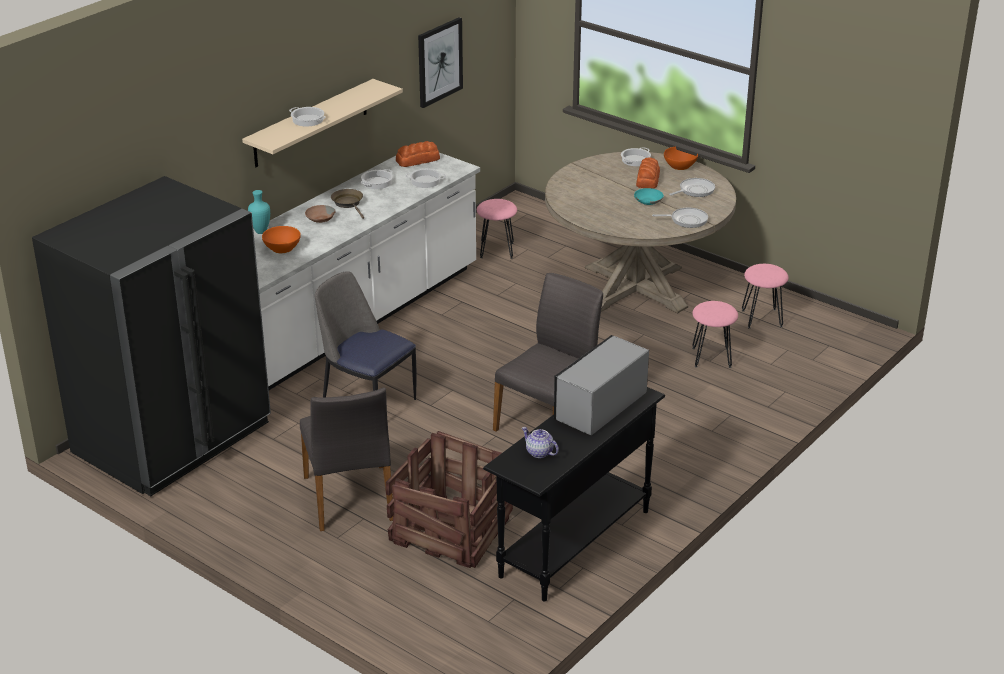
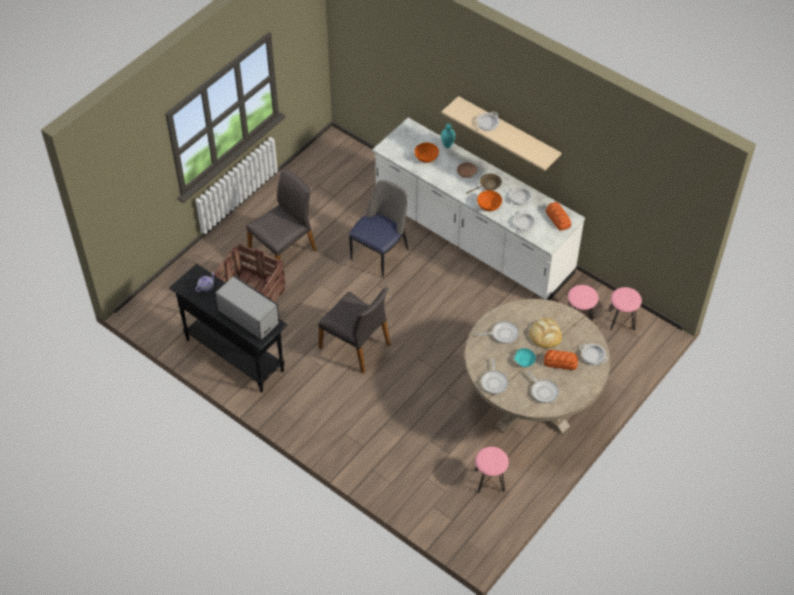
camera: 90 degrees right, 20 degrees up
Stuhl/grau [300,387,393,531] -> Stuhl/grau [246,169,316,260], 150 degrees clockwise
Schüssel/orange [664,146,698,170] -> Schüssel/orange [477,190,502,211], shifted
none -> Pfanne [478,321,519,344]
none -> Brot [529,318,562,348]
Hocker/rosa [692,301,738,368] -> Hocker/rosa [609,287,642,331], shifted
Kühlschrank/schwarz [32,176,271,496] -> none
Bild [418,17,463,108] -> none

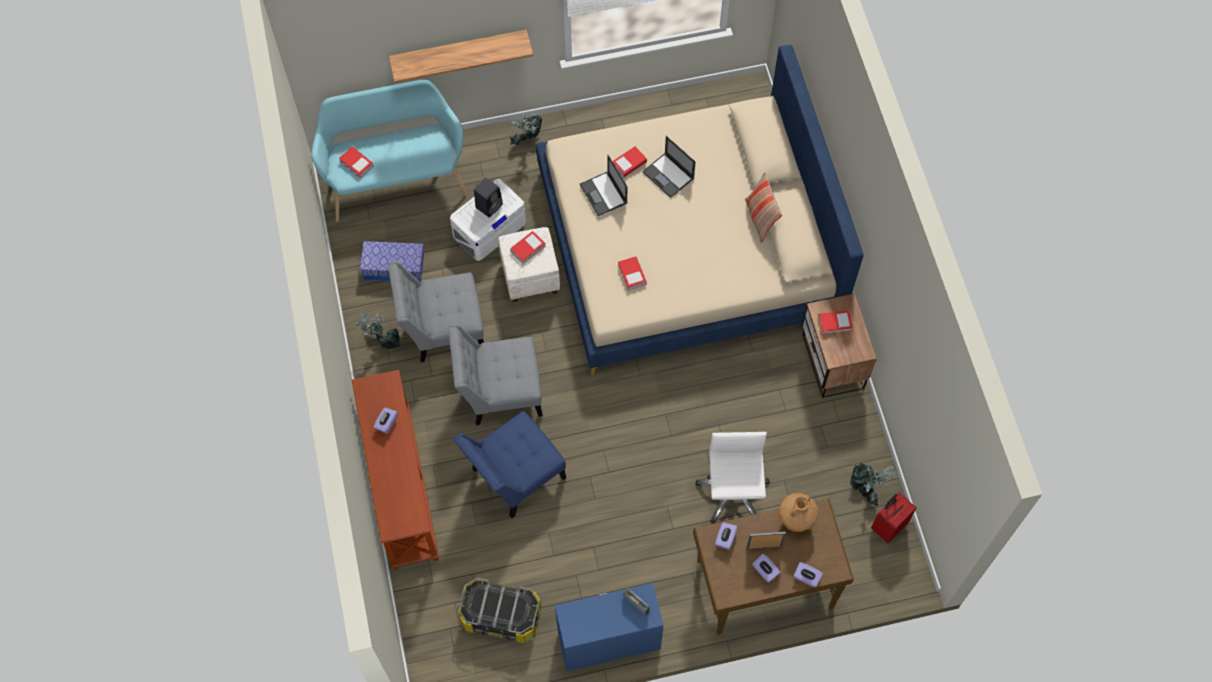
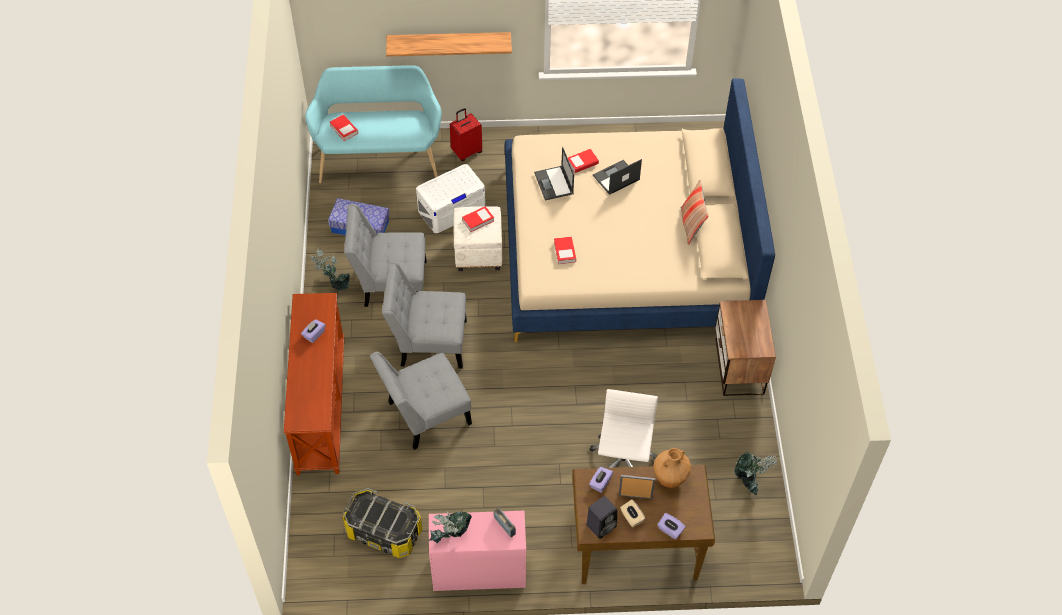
camera: 10 degrees right, 10 degrees down
Stuhl/blau [453,411,566,518] -> Stuhl/grau [370,352,472,450]
Topfpflanze [510,114,542,146] -> Topfpflanze [429,511,472,543], shifted
Kommode/blau [555,583,664,671] -> Kommode/rosa [429,511,526,591]
Koffer/rot [871,492,916,543] -> Koffer/rot [450,108,482,161], shifted
Lautsprecher/schwarz [474,178,503,217] -> Lautsprecher/schwarz [586,496,617,539], shifted
Laptop [642,136,696,198] -> Laptop [593,159,642,195], 90 degrees clockwise
Taschentuchbox/lila [752,554,780,582] -> Taschentuchbox/beige [620,499,645,527]
Buch [818,310,853,334] -> none

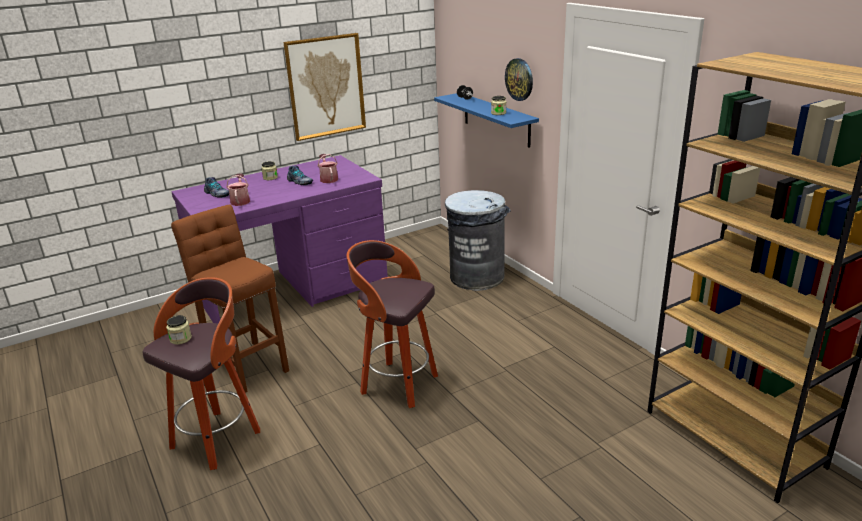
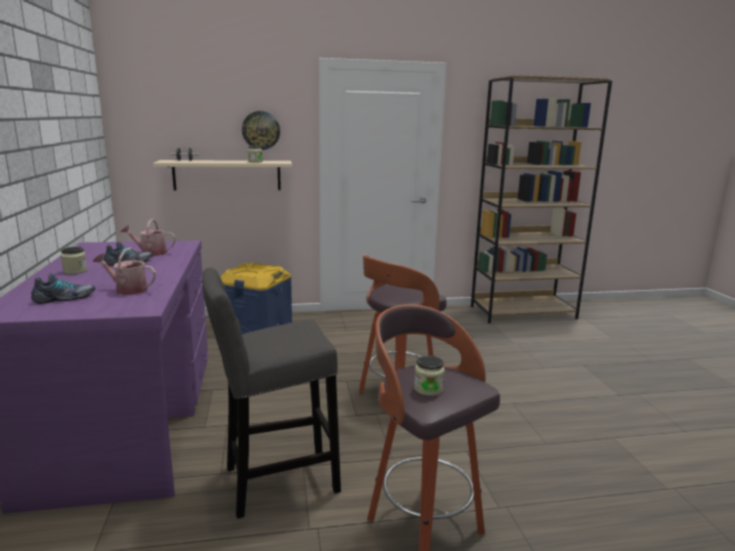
camera: 70 degrees left, 10 degrees down
Wandregal/blau [434,93,539,148] -> Wandregal/beige [153,160,292,191]
Hocker/braun [171,204,289,393] -> Hocker/grau [202,267,341,519]
Mülleimer/grau [445,190,511,291] -> Aufbewahrungsbox/blau [221,263,292,334]
Bild [284,33,366,141] -> none

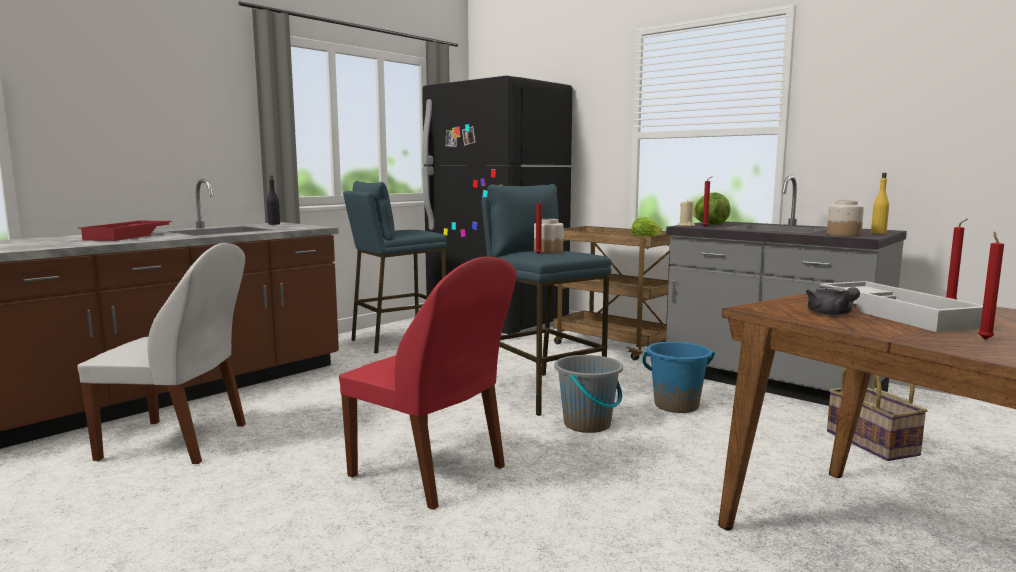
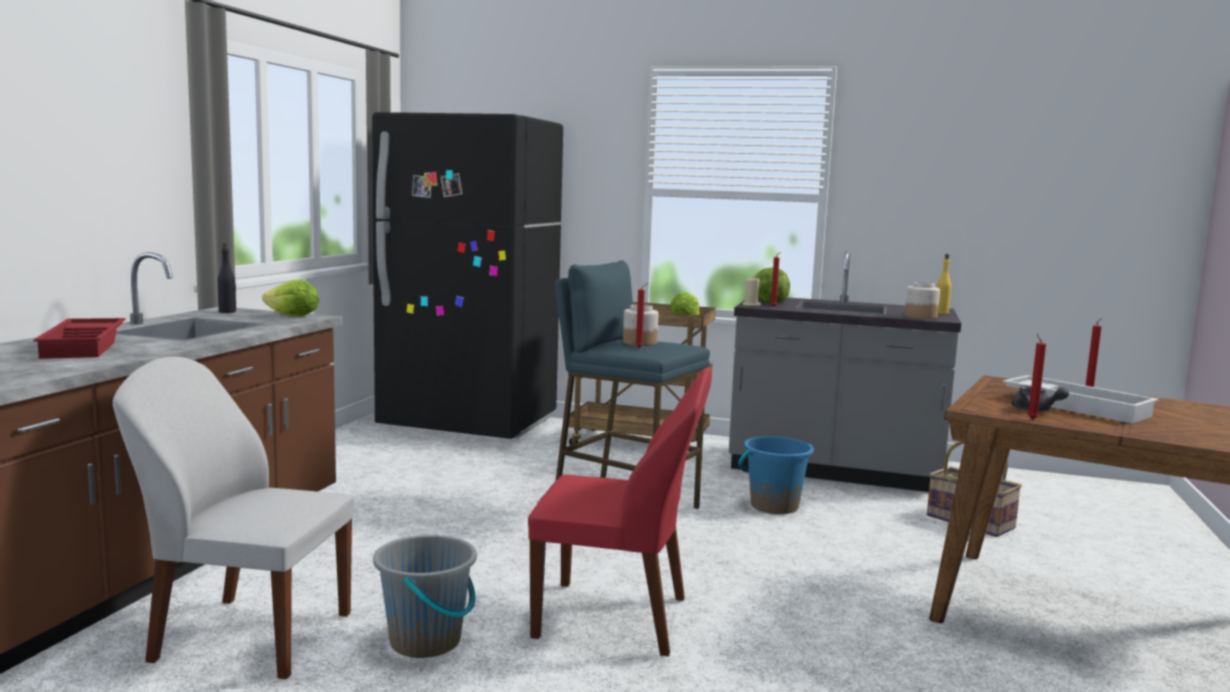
camera: 25 degrees left, 0 degrees up
Stuhl/weiß [77,243,246,464] -> Stuhl/weiß [113,357,354,679], 150 degrees counterclockwise
none -> Salatkopf [262,280,319,316]
Eimer/grau [554,355,623,433] -> Eimer/grau [373,534,477,658], shifted
Kerze/rot [978,231,1004,340] -> Kerze/rot [1027,333,1046,420], shifted
Hocker/blau [343,181,447,353] -> none

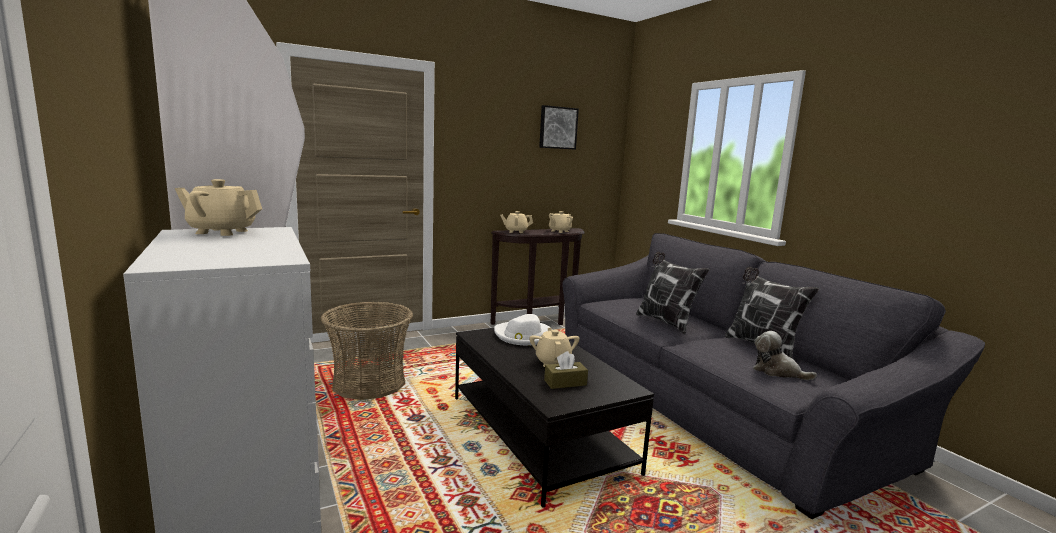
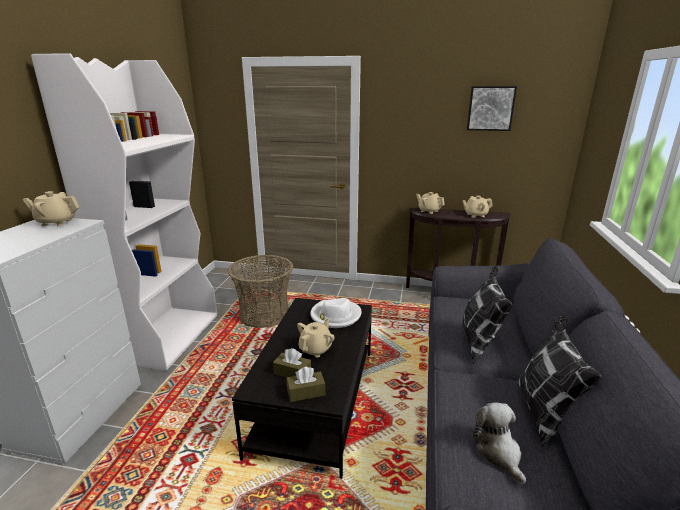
camera: 40 degrees right, 10 degrees up
Teekanne/beige [175,179,262,236] -> Teekanne/beige [22,191,80,226], 45 degrees counterclockwise
none -> Taschentuchbox/braun [286,367,325,402]

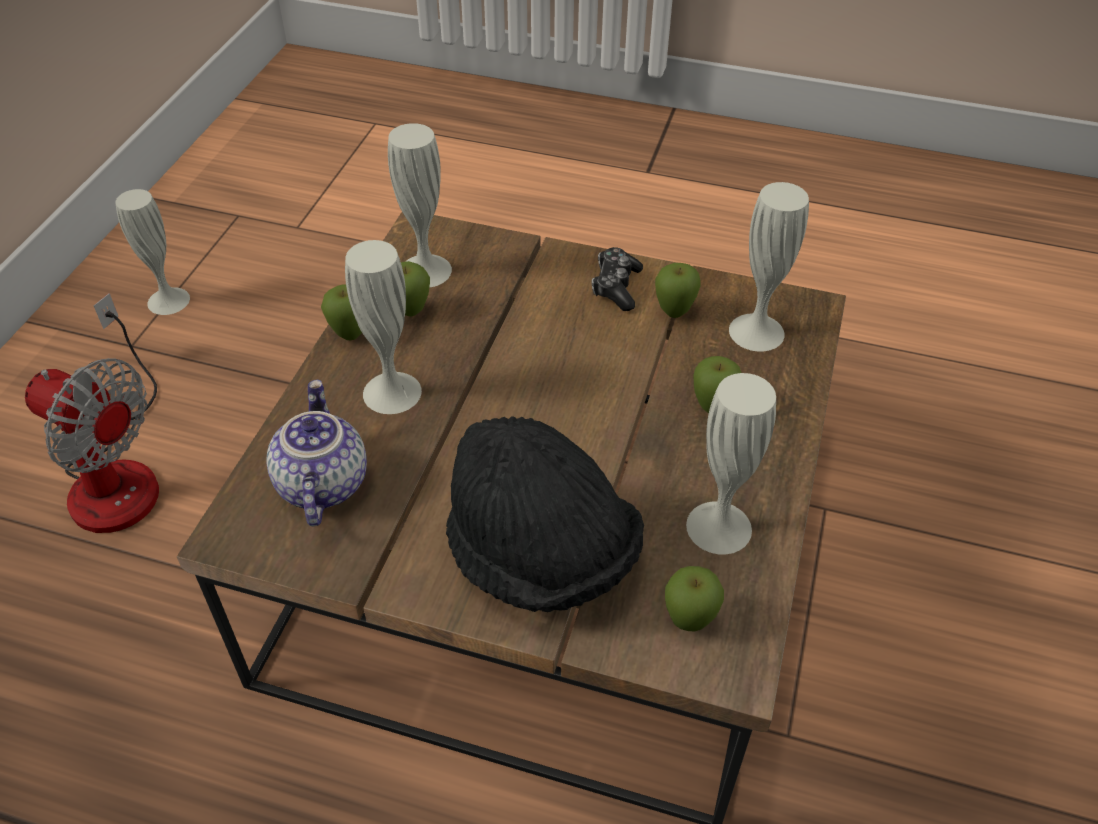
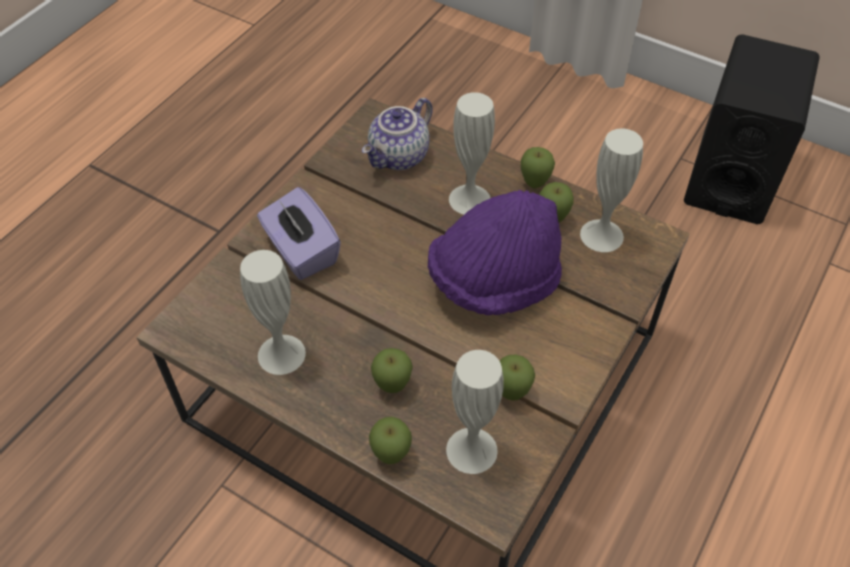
camera: 105 degrees right, 5 degrees up
Hut/schwarz [446,416,644,612] -> Taschentuchbox/lila [257,187,341,280]
Teekanne [266,380,367,526] -> Teekanne [362,98,433,170], 120 degrees clockwise
Apfel [665,566,724,631] -> Apfel [369,417,412,464], shifted
none -> Hut/lila [428,190,562,315]
Vase/weiß [115,189,190,315] -> Lautsprecher/schwarz [684,34,820,224]
Ventilator [25,293,159,533] -> none
Gamepad [592,247,643,311] -> none

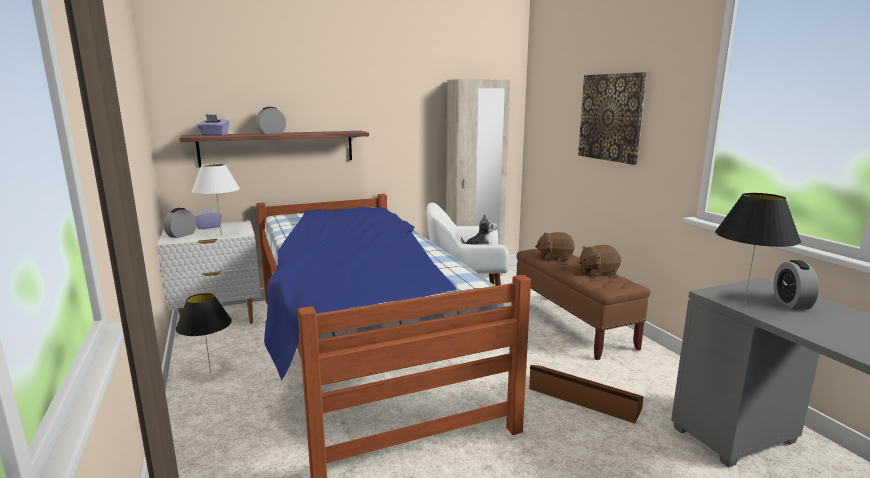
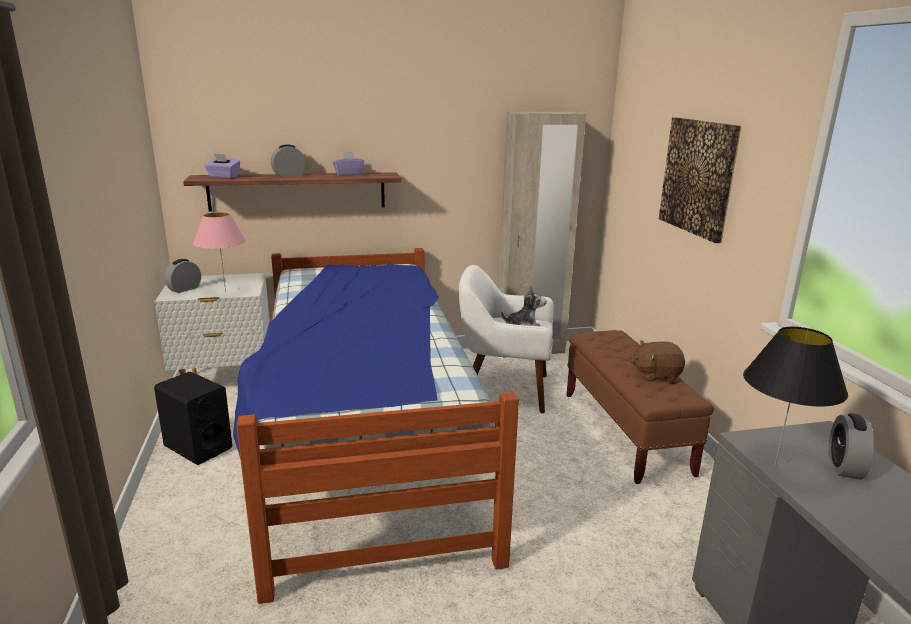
camera: 10 degrees right, 5 degrees up
Tischlampe/schwarz [176,293,232,373] -> Lautsprecher/schwarz [154,371,232,465]
Tischlampe/weiß [192,164,240,235] -> Tischlampe/rosa [193,212,246,292]
Taschentuchbox/lila [195,207,222,229] -> Taschentuchbox/lila [333,152,364,176], shifted
Aufbewahrungsbox/braun [529,365,644,423] -> none
Plüschtier/braun [535,232,575,261] -> none

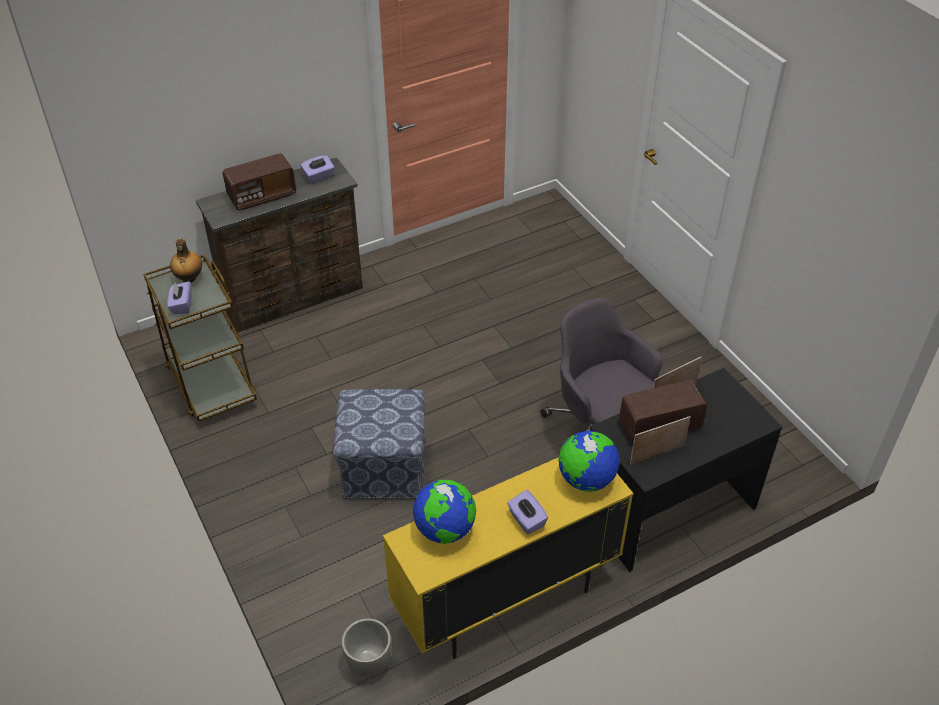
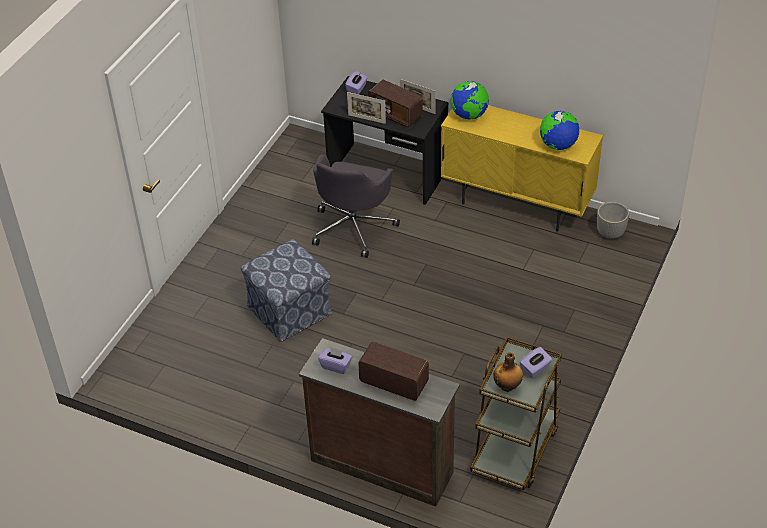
camera: 125 degrees left, 0 degrees up
Polsterhocker [333,389,425,499] -> Polsterhocker [241,239,332,342], shifted
Taschentuchbox/lila [507,490,548,534] -> Taschentuchbox/lila [345,71,368,95], shifted

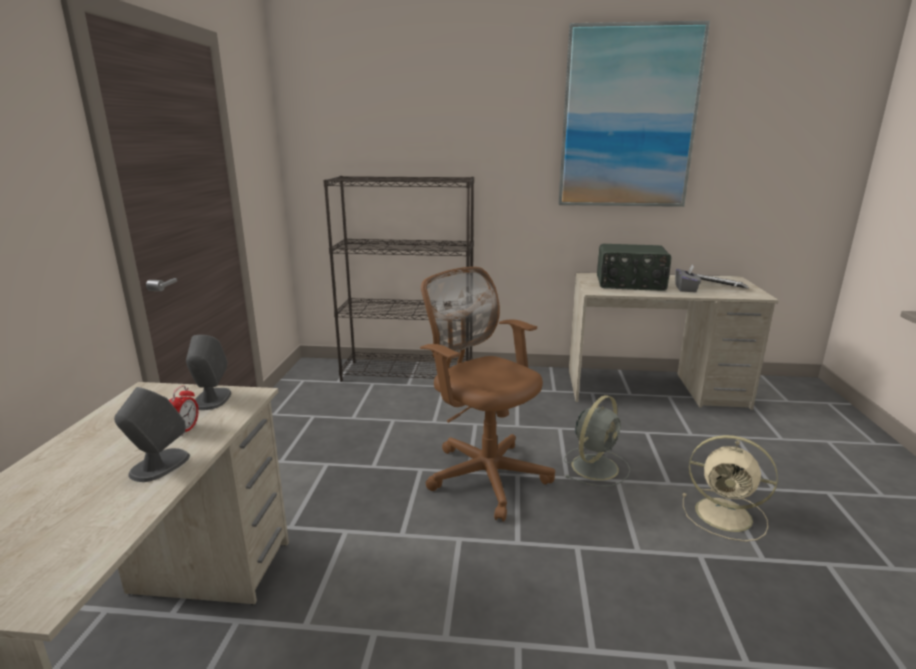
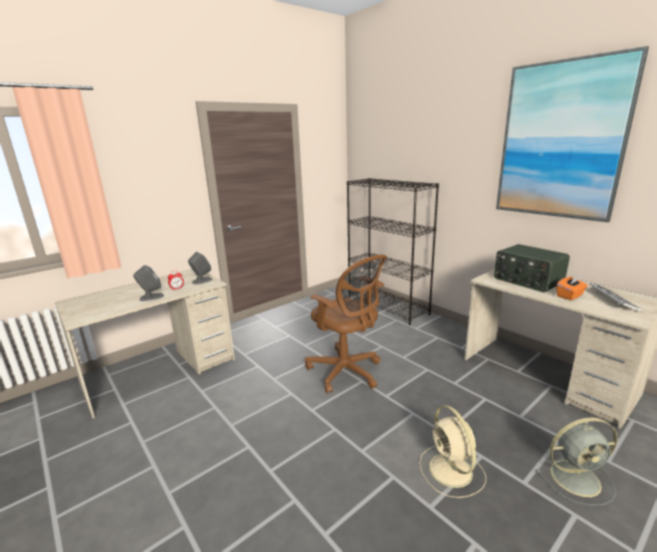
camera: 45 degrees right, 0 degrees up
Bürostuhl/braun [420,267,555,522] -> Bürostuhl/braun [305,254,387,393], 135 degrees clockwise
Ventilator/grau [564,395,630,487] -> Ventilator/grau [536,417,617,506], shifted
Taschentuchbox/grau [675,265,701,292] -> Taschentuchbox/orange [557,275,588,300]

